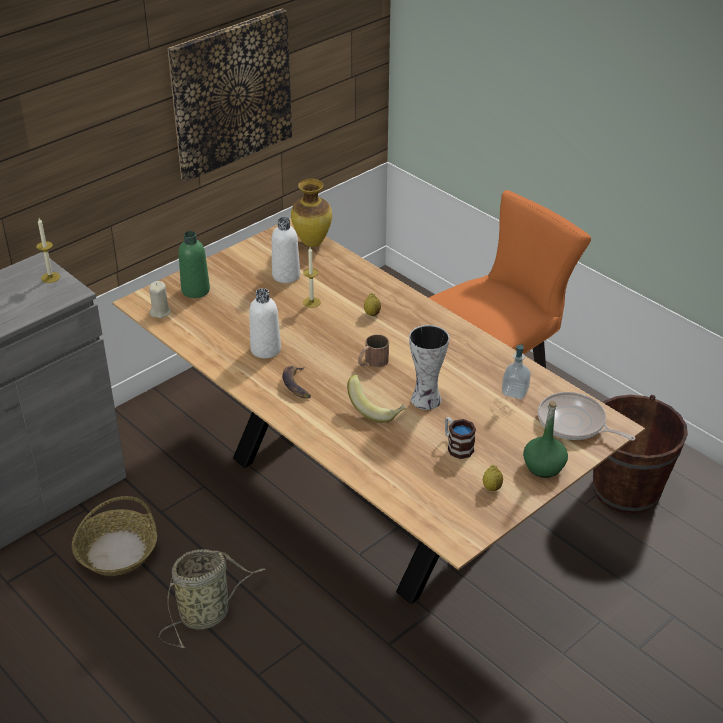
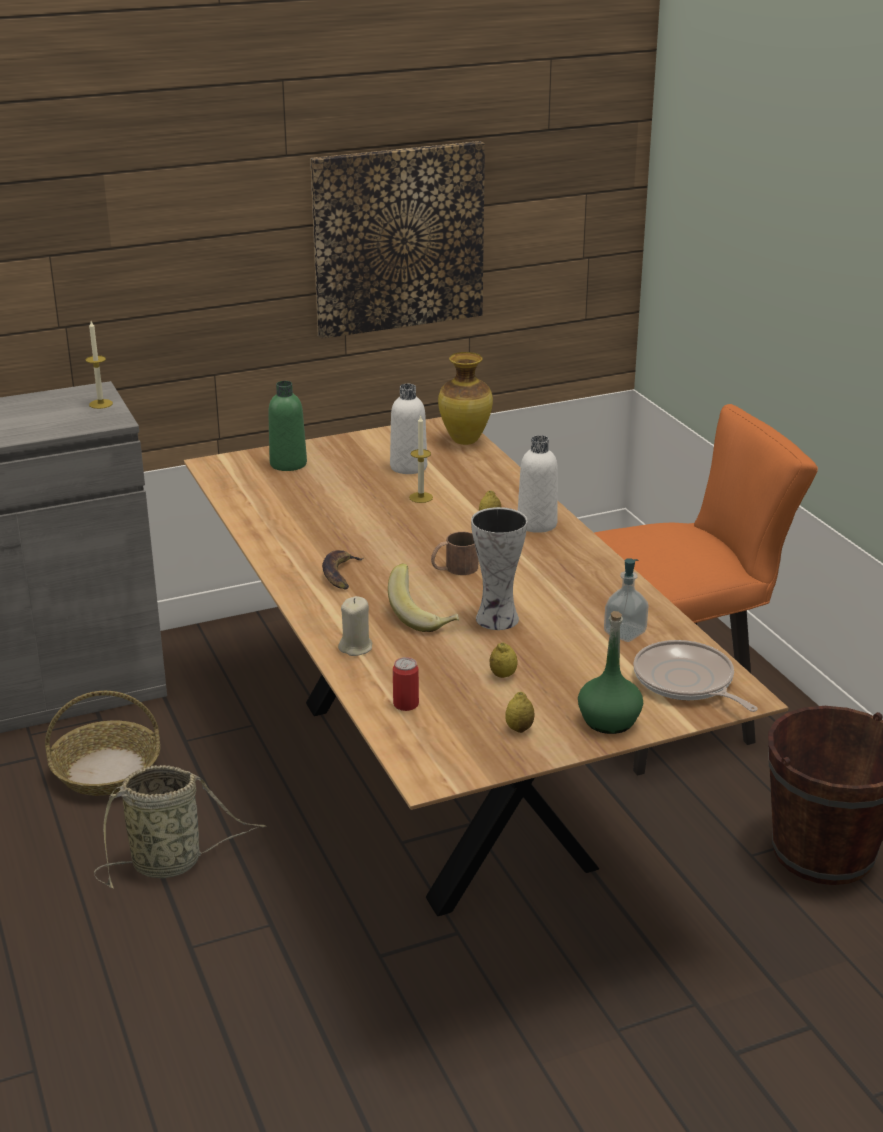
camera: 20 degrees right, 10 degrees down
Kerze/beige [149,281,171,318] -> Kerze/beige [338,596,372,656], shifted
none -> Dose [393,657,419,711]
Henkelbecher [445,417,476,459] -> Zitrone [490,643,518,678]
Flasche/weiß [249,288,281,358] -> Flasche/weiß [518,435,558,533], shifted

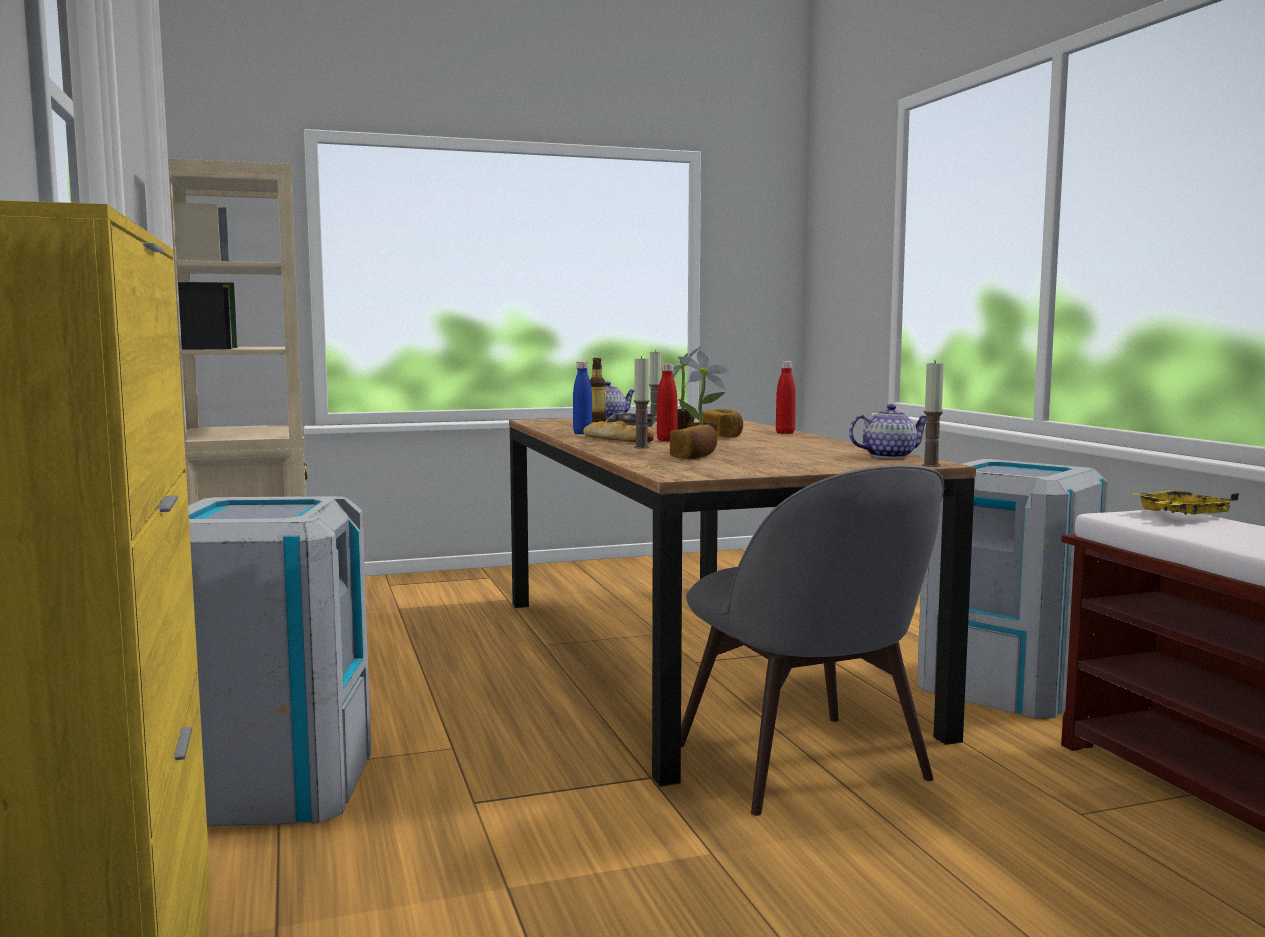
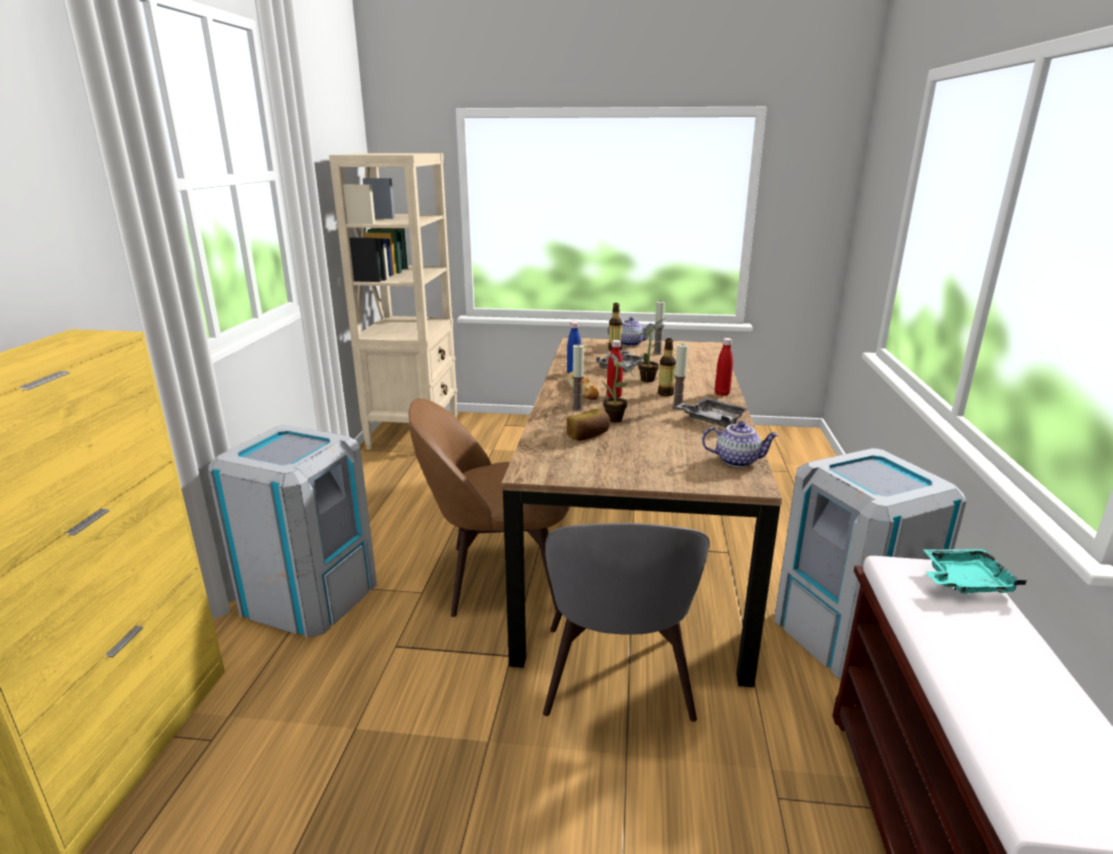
camera: 25 degrees right, 15 degrees up
none -> Stuhl/braun [409,398,570,617]
Brot [702,409,743,438] -> Flasche [658,338,676,396]
Kerze [922,360,944,467] -> Kerze [672,343,688,410], shifted
none -> Tablett/grau [675,398,748,428]
Tablett/gelb [1130,490,1239,515] -> Tablett/türkis [923,549,1027,593]

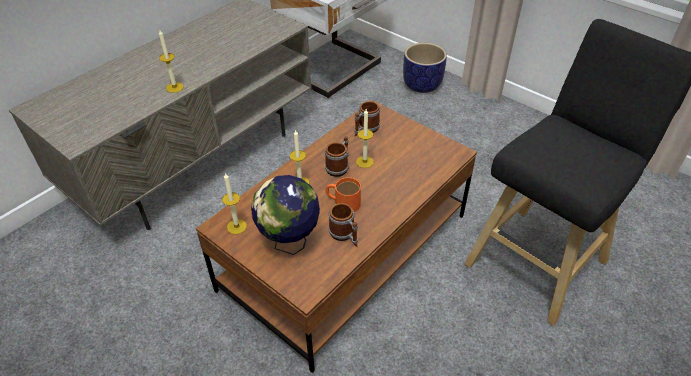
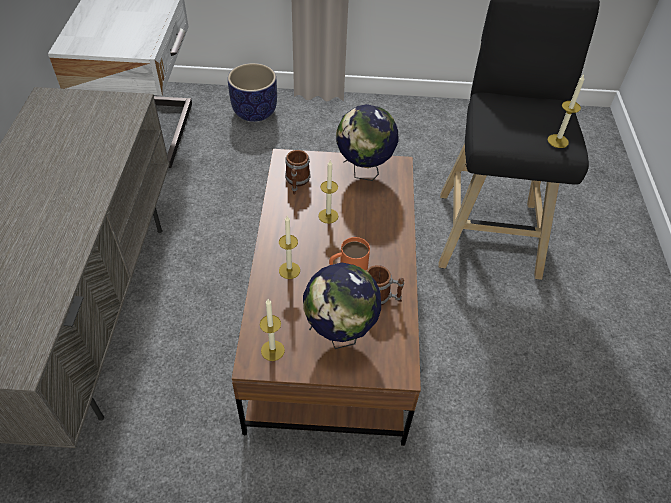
camera: 40 degrees left, 5 degrees up
none -> Globus [336,104,399,181]
Kerze [159,30,184,93] -> Kerze [548,75,584,148], shifted
Henkelbecher [325,136,349,177] -> none

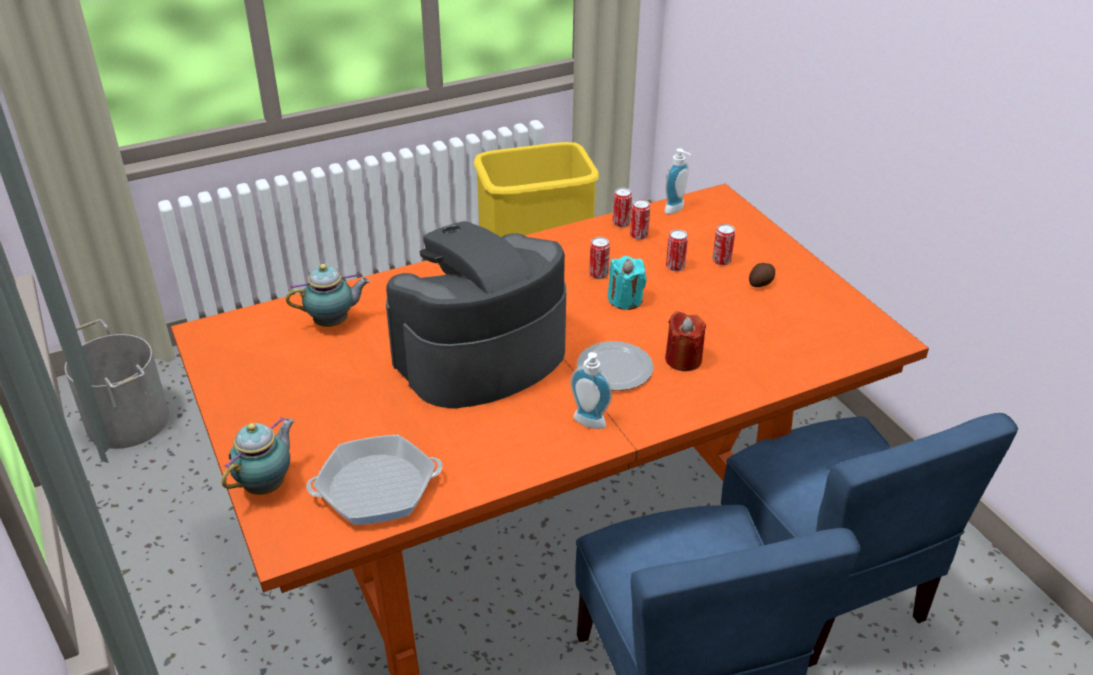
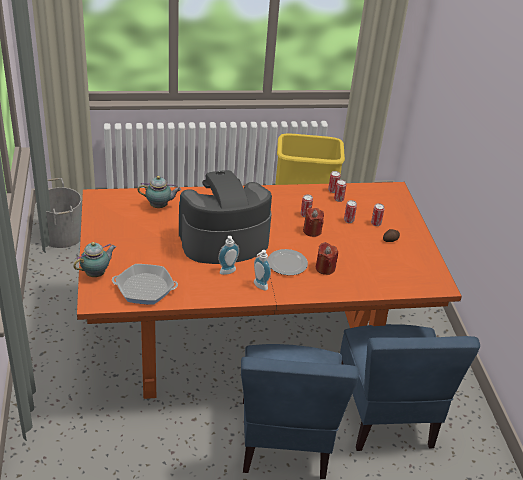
camera: 15 degrees right, 0 degrees up
Seifenspender [664,148,692,214] -> Seifenspender [218,236,239,275], shifted
Kerze/türkis [608,256,647,310] -> Kerze/rot [303,208,324,237]

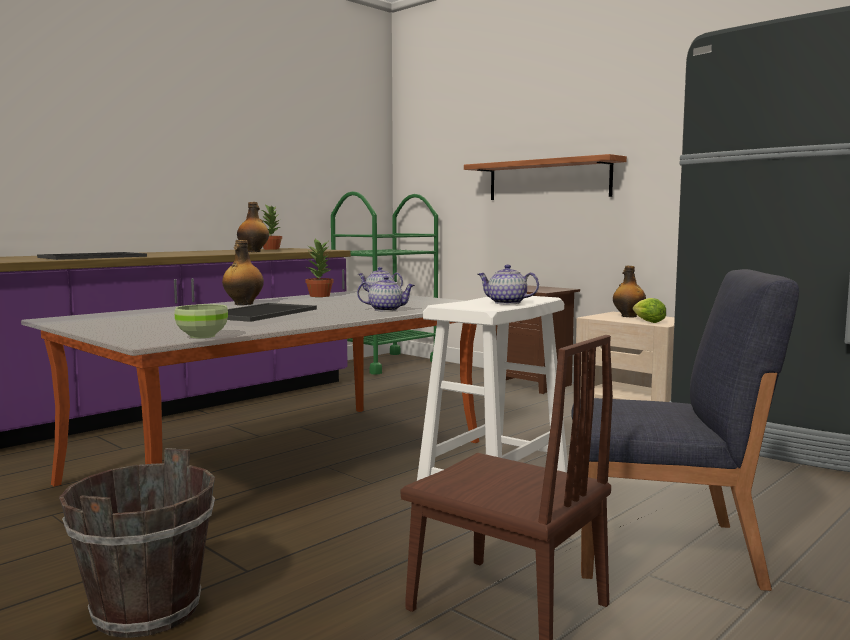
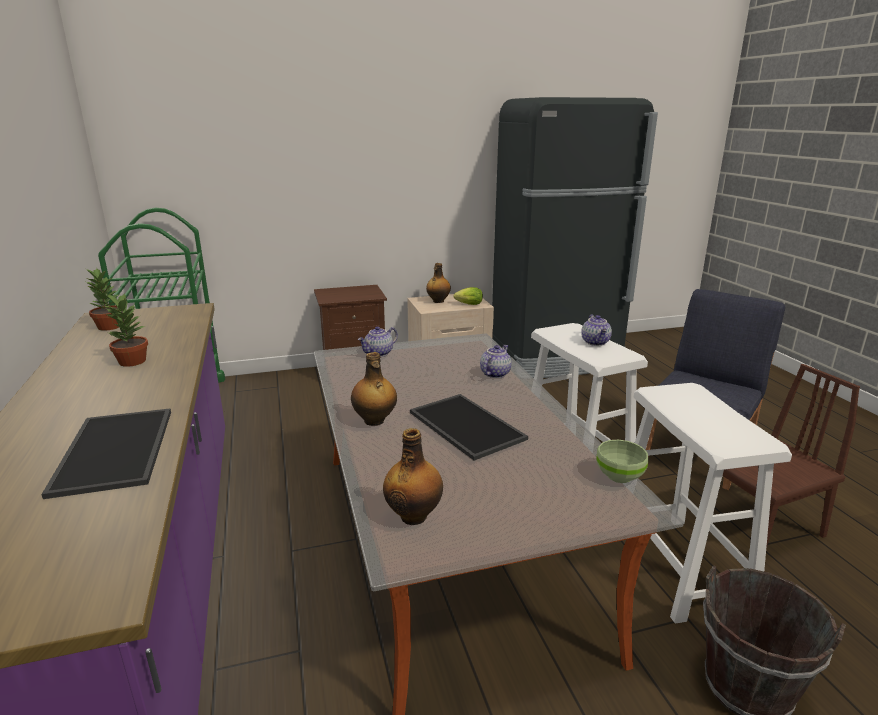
camera: 60 degrees left, 15 degrees up
Topfpflanze [306,239,334,297] -> Topfpflanze [104,293,148,367], shifted
Flasche [237,202,269,252] -> Flasche [383,428,443,525], shifted
Teekanne [478,265,539,304] -> Teekanne [581,314,612,346], 60 degrees counterclockwise
none -> Hocker/weiß [633,383,792,624]
Wandregal [464,154,627,200] -> none

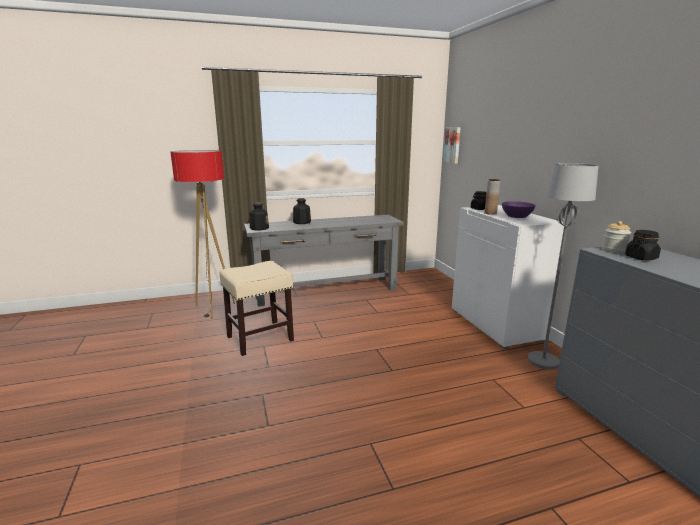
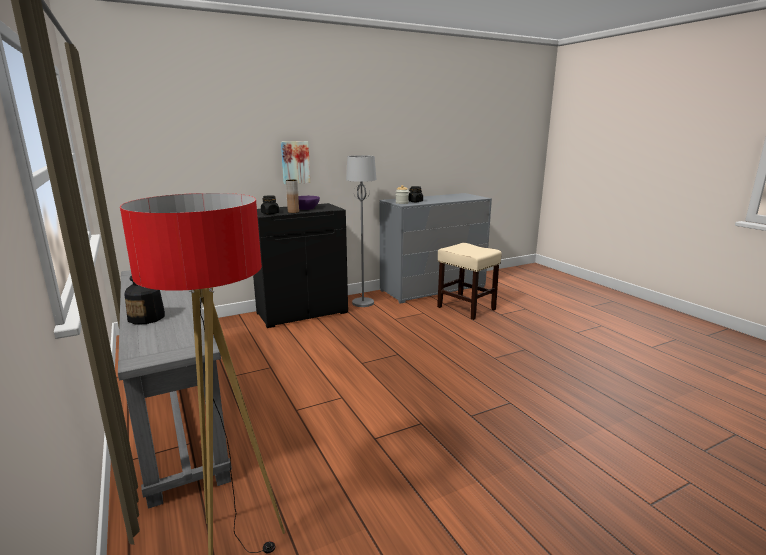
camera: 100 degrees left, 0 degrees up
Schrank/weiß [452,205,564,349] -> Schrank/schwarz [253,203,348,328]
Bild [443,127,461,164] -> Bild [281,141,310,184], shifted
Hocker/beige [219,261,294,356] -> Hocker/beige [437,243,502,320], shifted
Flasche [249,202,269,231] -> none

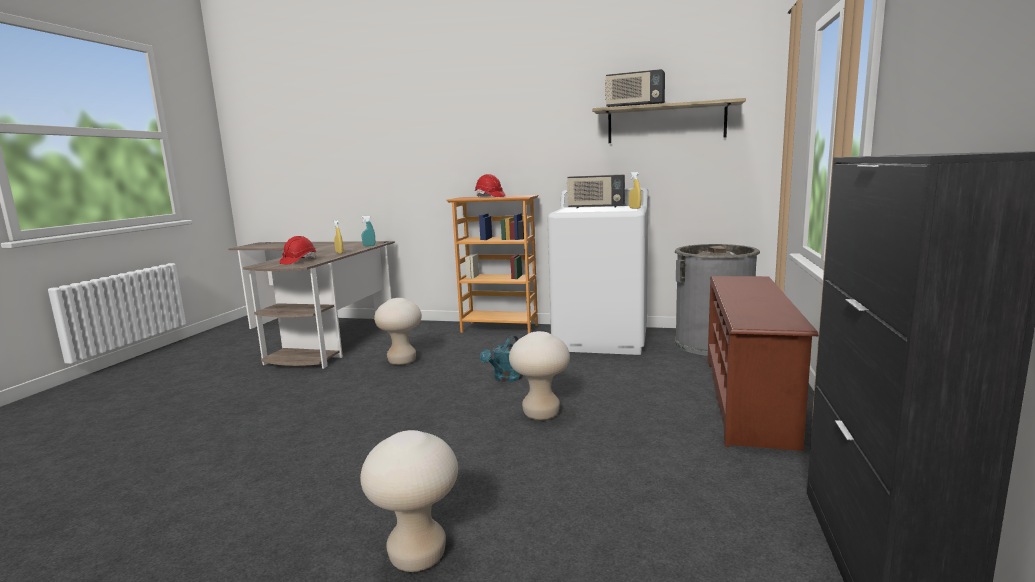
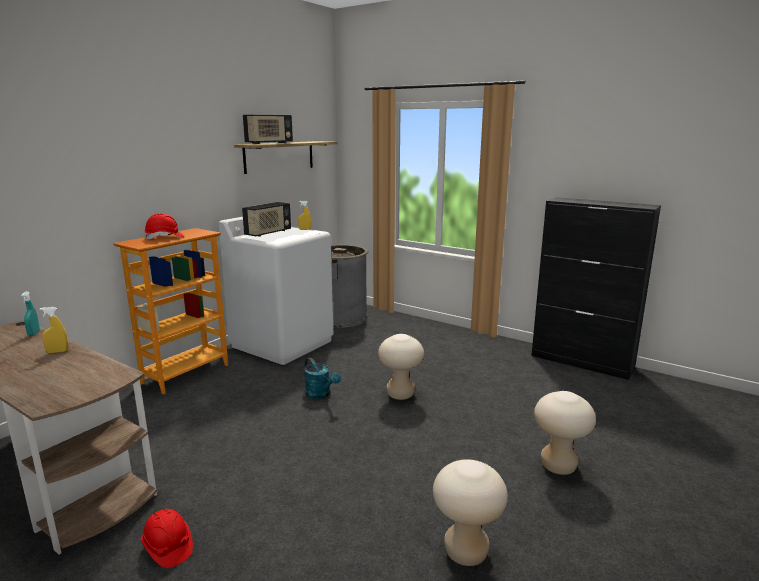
camera: 70 degrees left, 5 degrees up
Schutzhelm/rot [279,236,316,264] -> Schutzhelm/rot [141,509,193,568], shifted
Hocker/beige [374,298,422,365] -> Hocker/beige [433,459,508,566], shifted
Schuhregal/braun [708,276,818,451] -> none

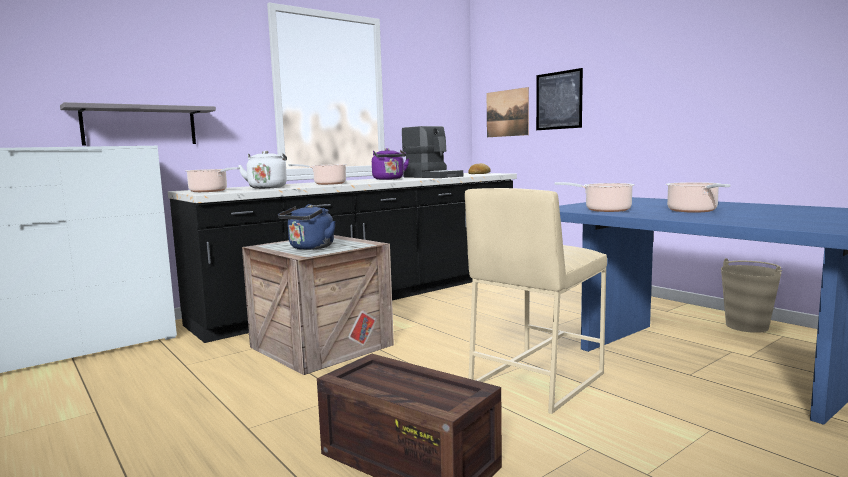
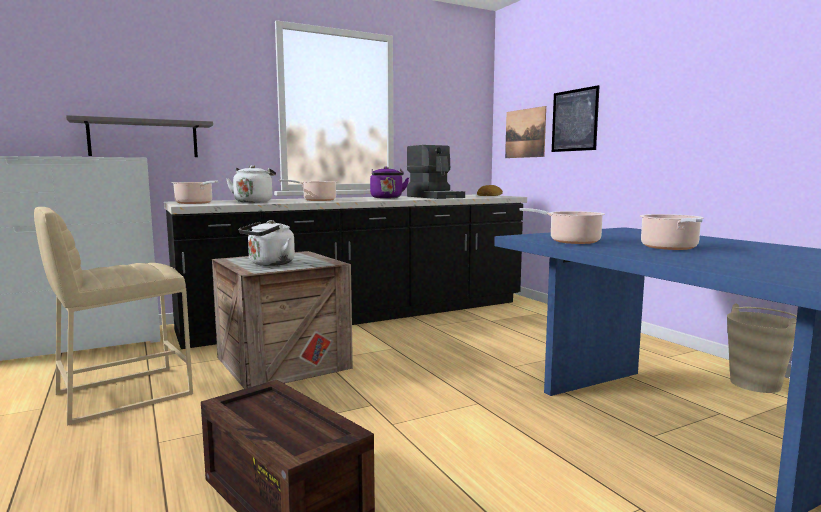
camera: 10 degrees right, 0 degrees up
Hocker/beige [465,188,607,414] -> Hocker/beige [34,207,193,426], shifted
Wasserkessel/blau [278,204,336,250] -> Wasserkessel/weiß [239,220,295,266]

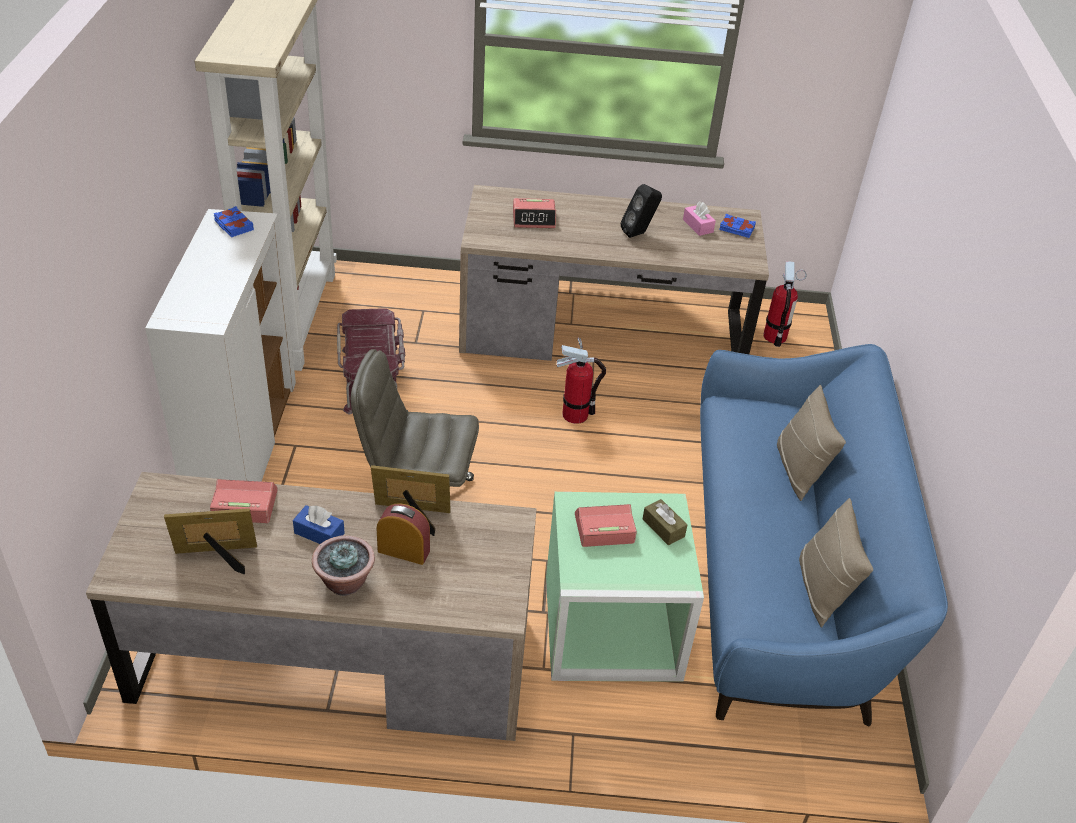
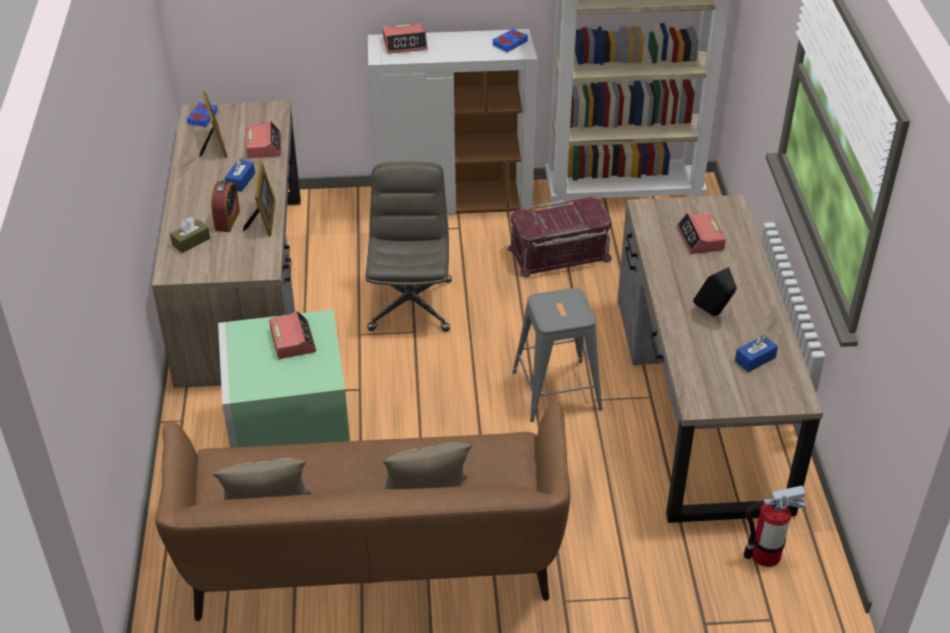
camera: 85 degrees right, 0 degrees up
Sofa/blau [700,344,948,727] -> Sofa/braun [155,401,570,621]
Taschentuchbox/braun [642,499,687,545] -> Taschentuchbox/braun [170,218,210,253], shifted
Buch/blau [719,214,756,238] -> Buch/blau [187,103,218,127], shifted
none -> Wecker [383,23,428,54]
Feuerlöscher [557,338,606,424] -> Hocker/grau [512,288,603,422]
Taschentuchbox/rosa [683,201,716,236] -> Taschentuchbox/blau [735,335,778,372]
Topfpflanze [312,535,375,596] -> none

